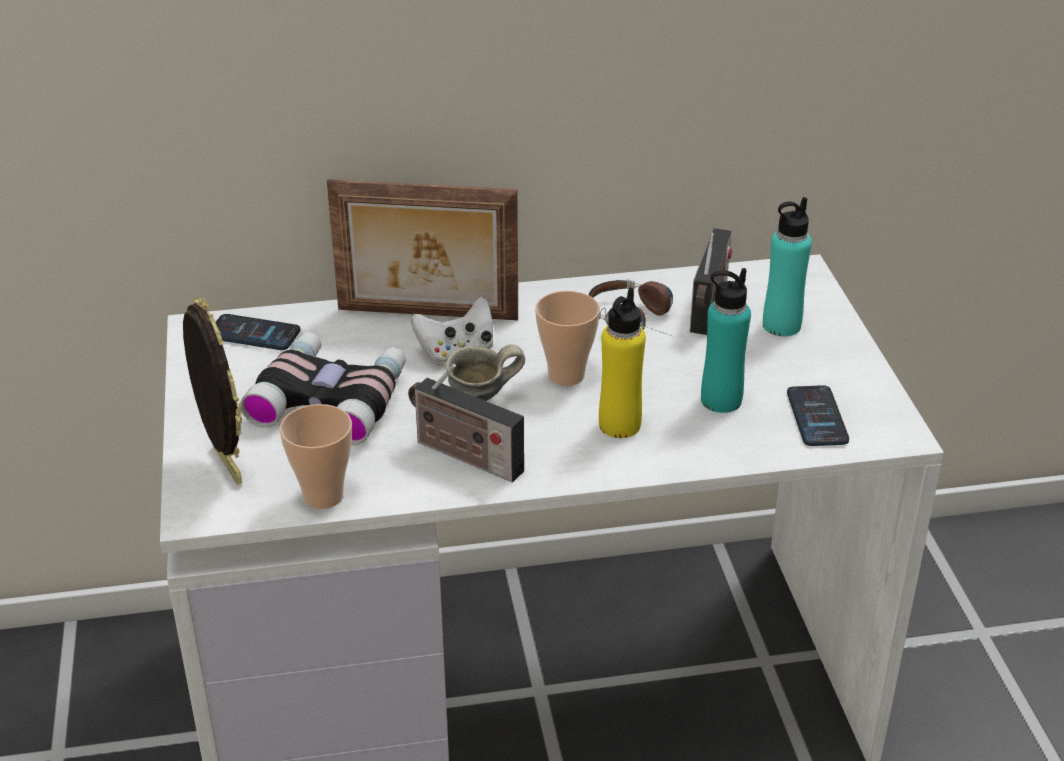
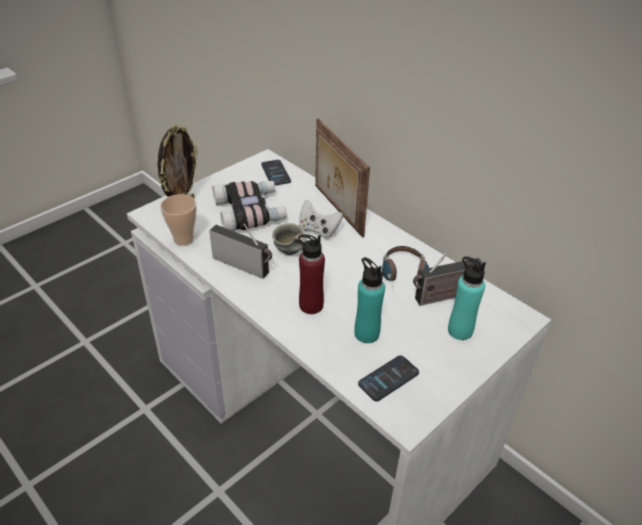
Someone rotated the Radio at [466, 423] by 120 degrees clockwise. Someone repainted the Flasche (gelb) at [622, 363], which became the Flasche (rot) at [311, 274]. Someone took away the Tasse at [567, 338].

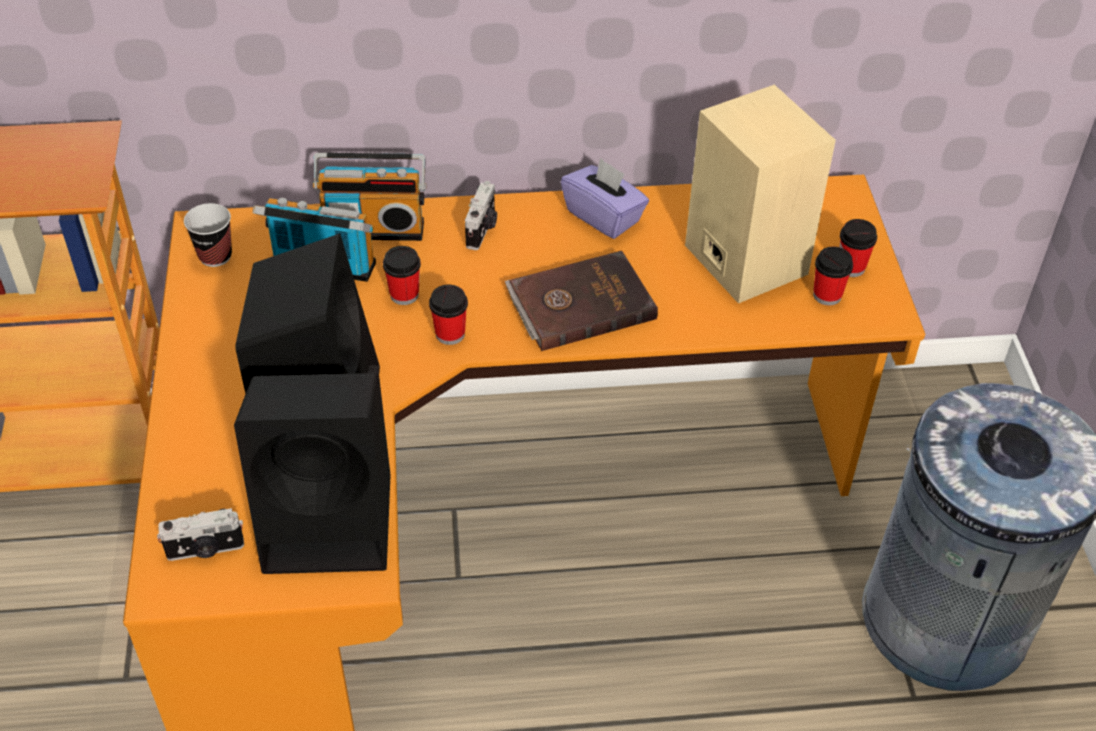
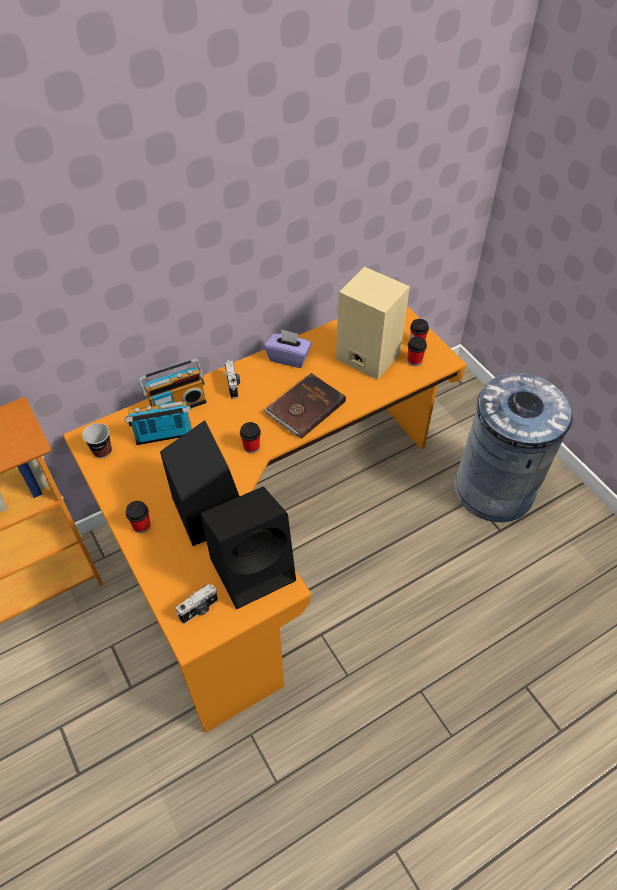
Someone carried the Tasse from [402, 275] to [138, 517].

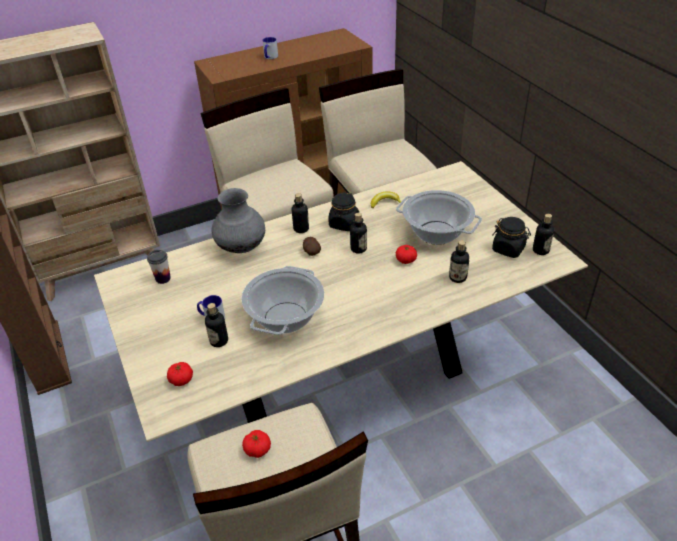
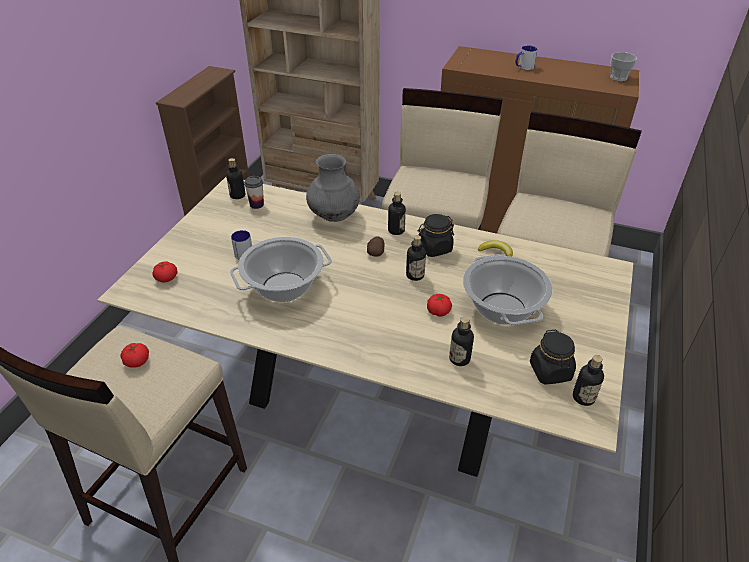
Someone carried the Flasche from [216, 325] to [235, 178]. Someone put down the Tasse at [623, 66].

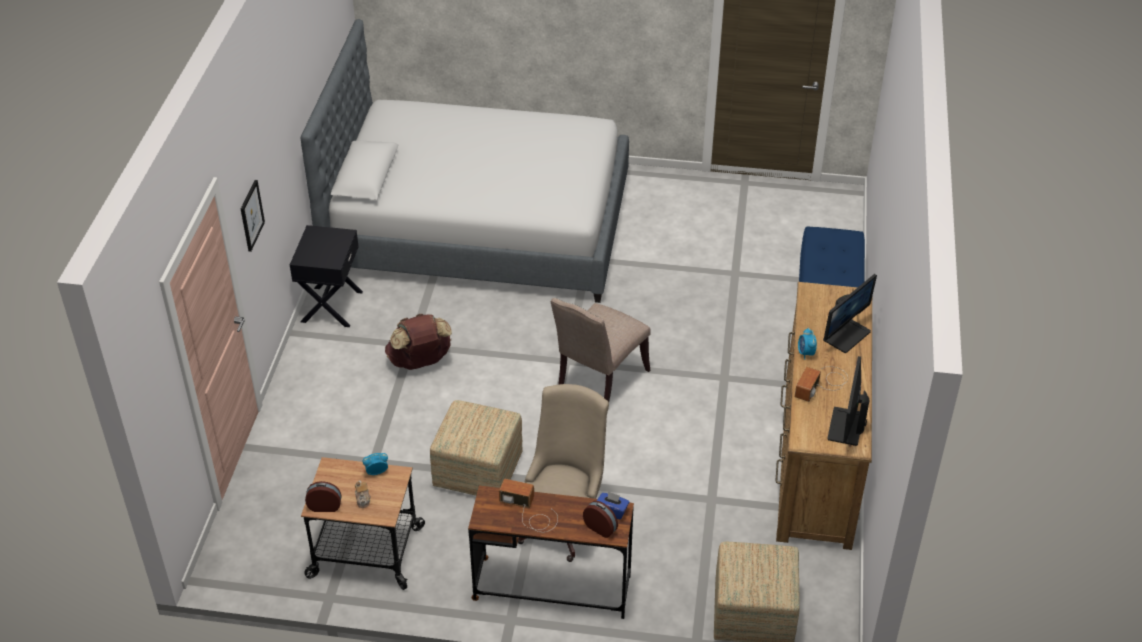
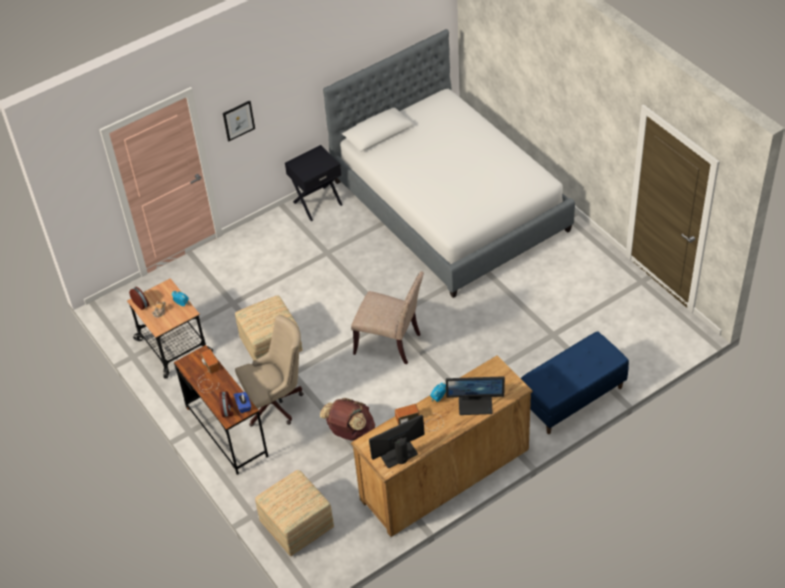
Someone carried the Rucksack (braun) from [418, 342] to [347, 419]. Someone rotated the Stuhl (beige) at [601, 350] by 150 degrees counterclockwise.

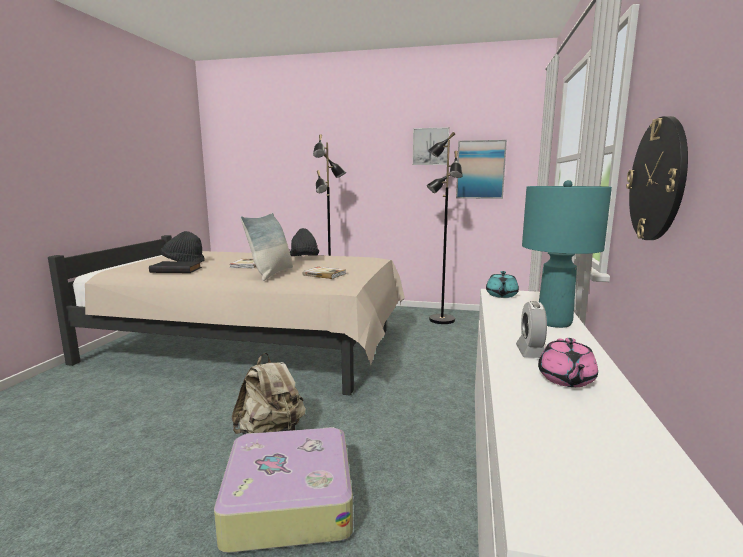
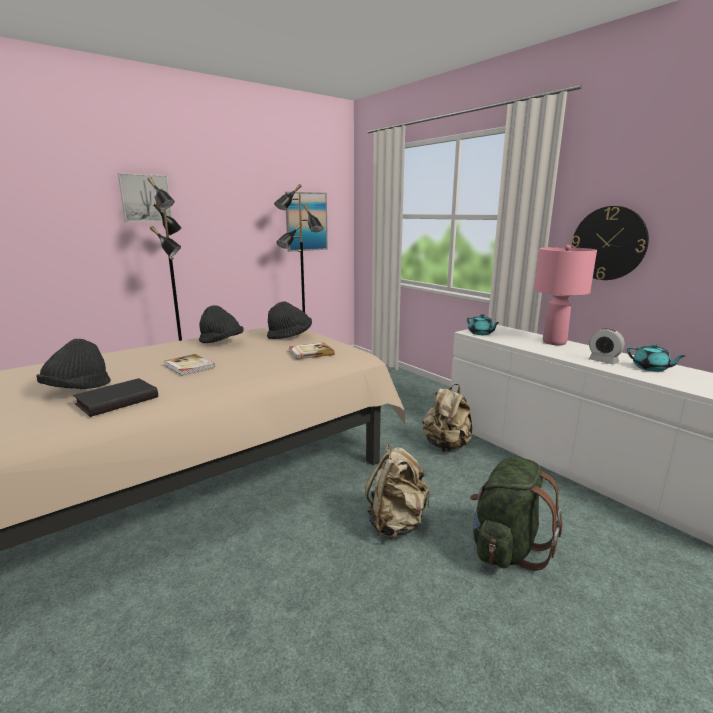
Someone carried the Bild from [430, 146] to [145, 197]. Someone put down the Hut (schwarz) at [289, 320]. Someone put down the Rucksack (beige) at [447, 418]. Someone swapped the Koffer at [283, 490] for the Rucksack (grün) at [516, 514]. Someone repainted the Tischlampe (türkis) at [567, 254], which became the Tischlampe (rosa) at [565, 295]. Someone repainted the Teekanne (rosa) at [568, 362], which became the Teekanne (türkis) at [656, 358]. Someone took away the Kissen at [266, 247].

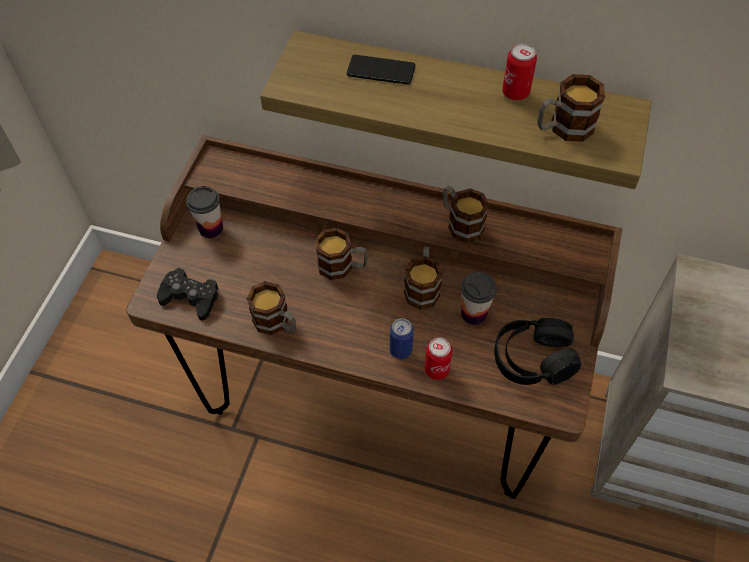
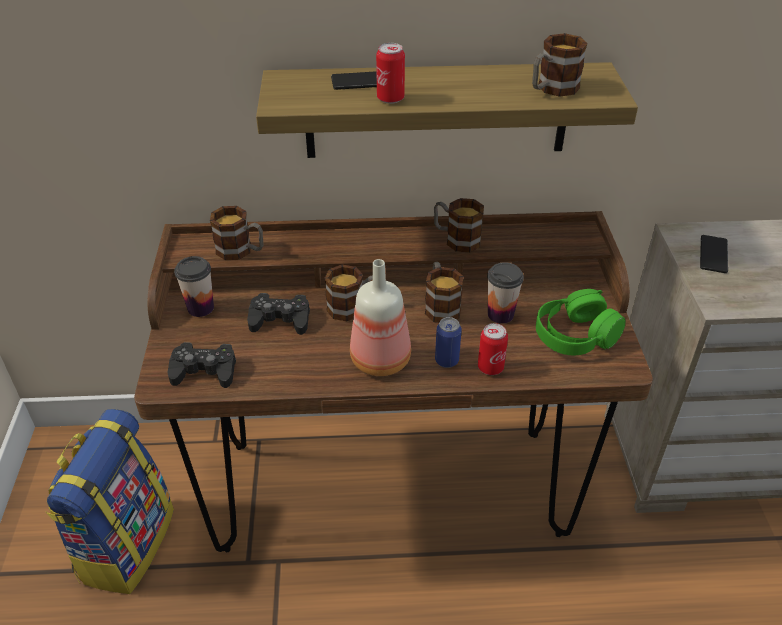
Someone put down the Rucksack at [110, 501]. Someone carried the Henkelbecher from [271, 308] to [236, 233]. Someone put down the Gamepad (schwarz) at [278, 314]. Someone put down the Flasche at [380, 317]. Someone carried the Dose from [519, 72] to [390, 73]. Someone repainted the Kopfhörer (schwarz) at [537, 351], which became the Kopfhörer (grün) at [580, 322]. Someone put down the Handy at [714, 254].

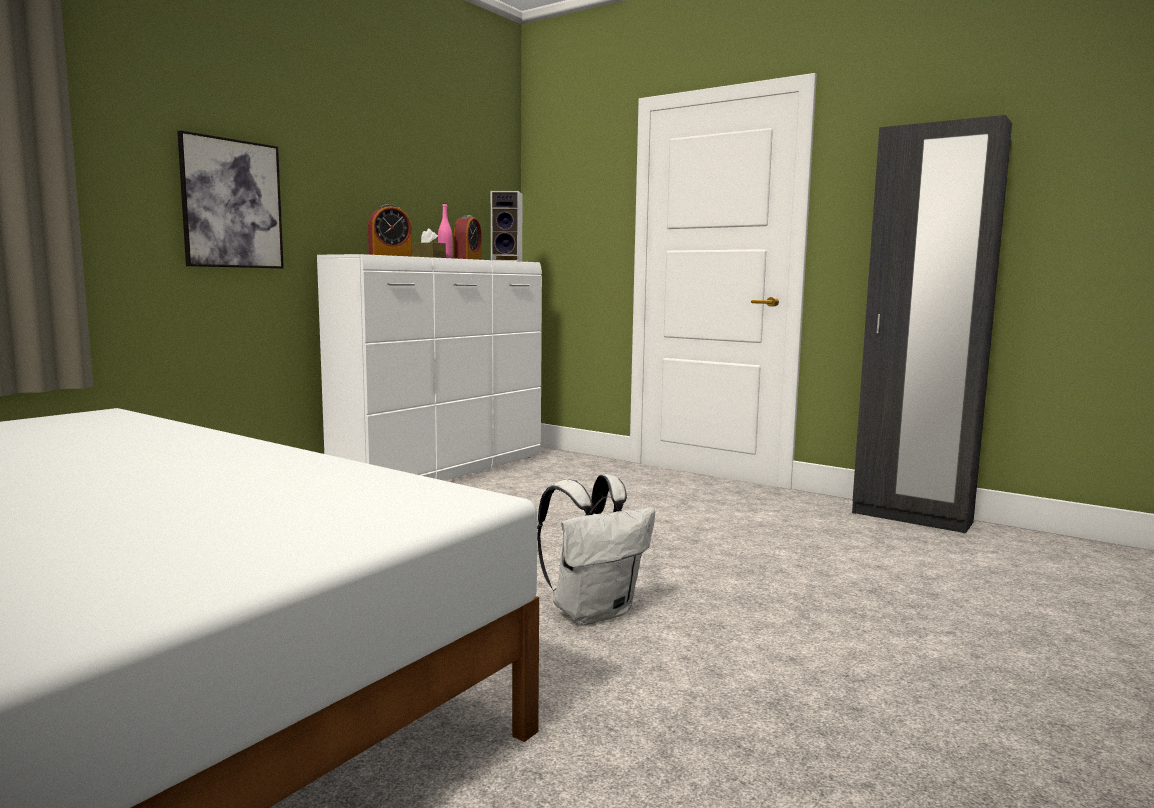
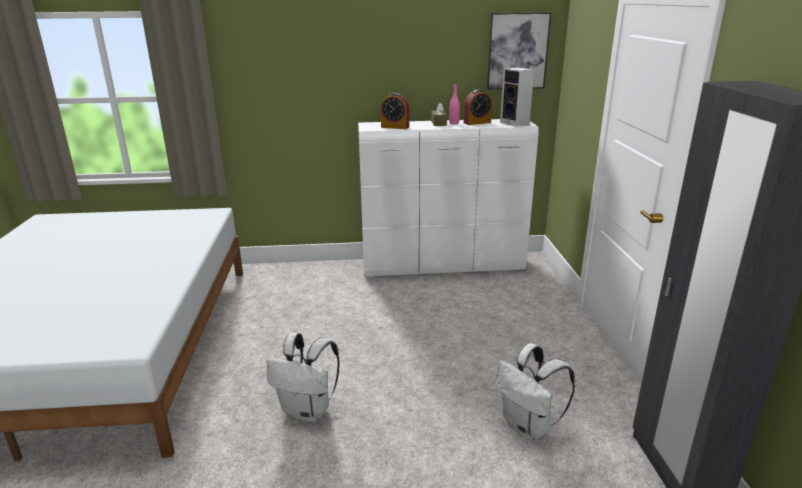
Someone carried the Bild from [230, 199] to [519, 50]. Someone put down the Rucksack (weiß) at [535, 391].

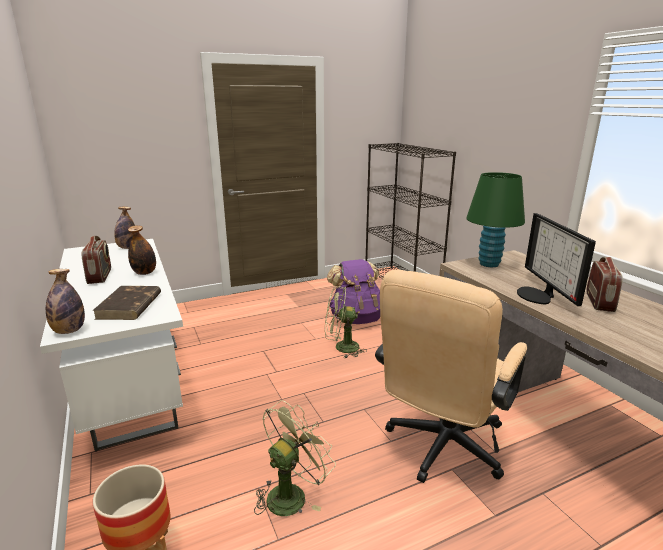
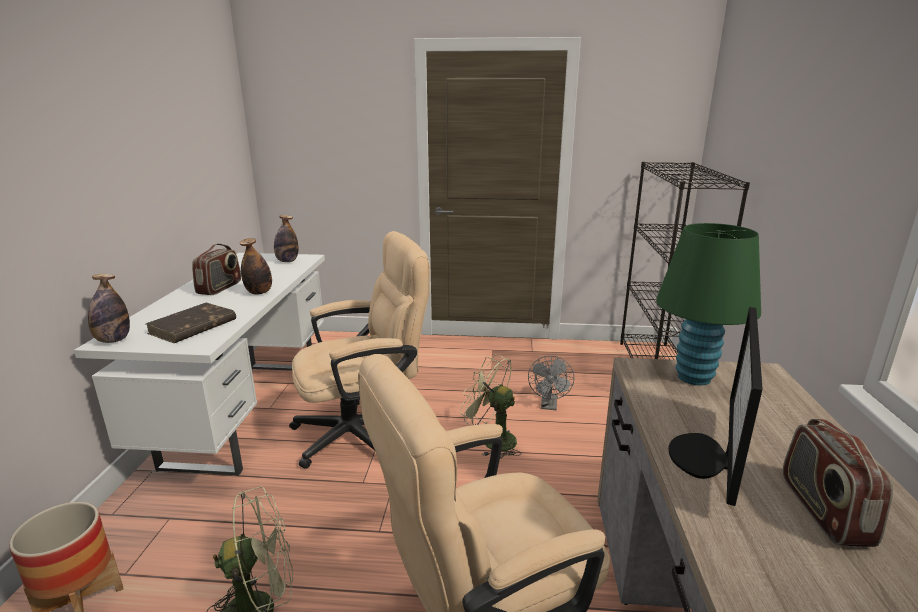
Someone put down the Bürostuhl (beige) at [359, 349]. Someone swapped the Rucksack (lila) at [353, 291] for the Ventilator (grau) at [551, 383]. Someone rotated the Radio at [604, 284] by 135 degrees clockwise.

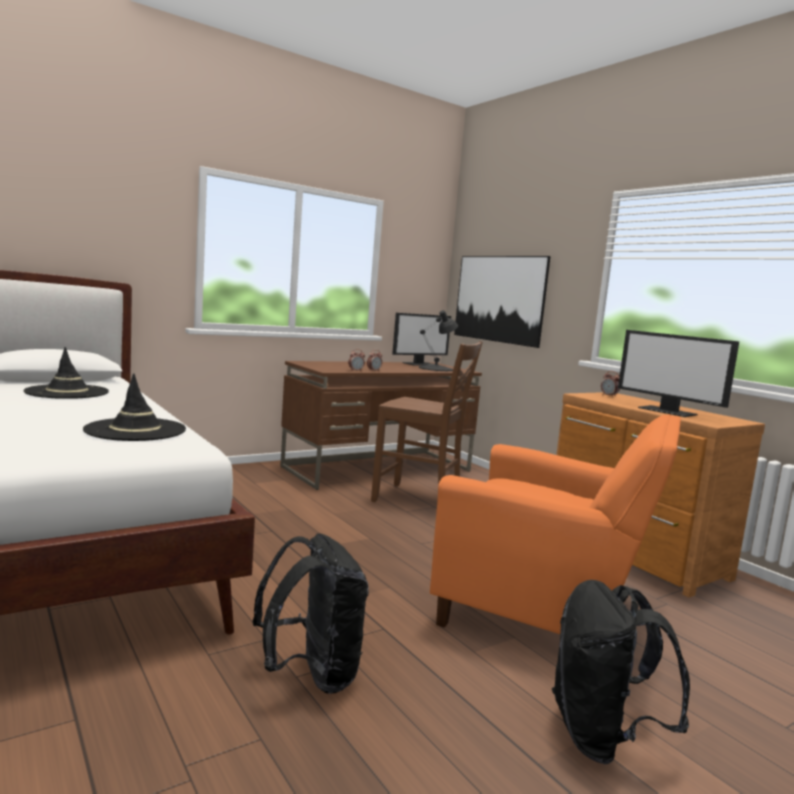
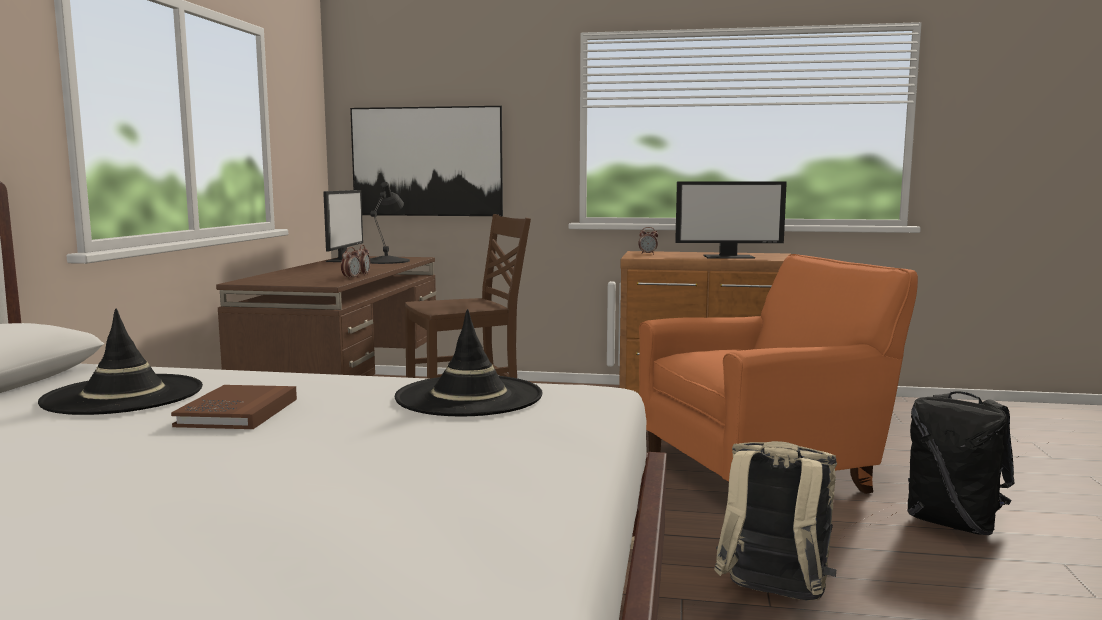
Someone put down the Buch (braun) at [234, 407]. Someone repainted the Rucksack (schwarz) at [311, 613], which became the Rucksack (beige) at [775, 521].

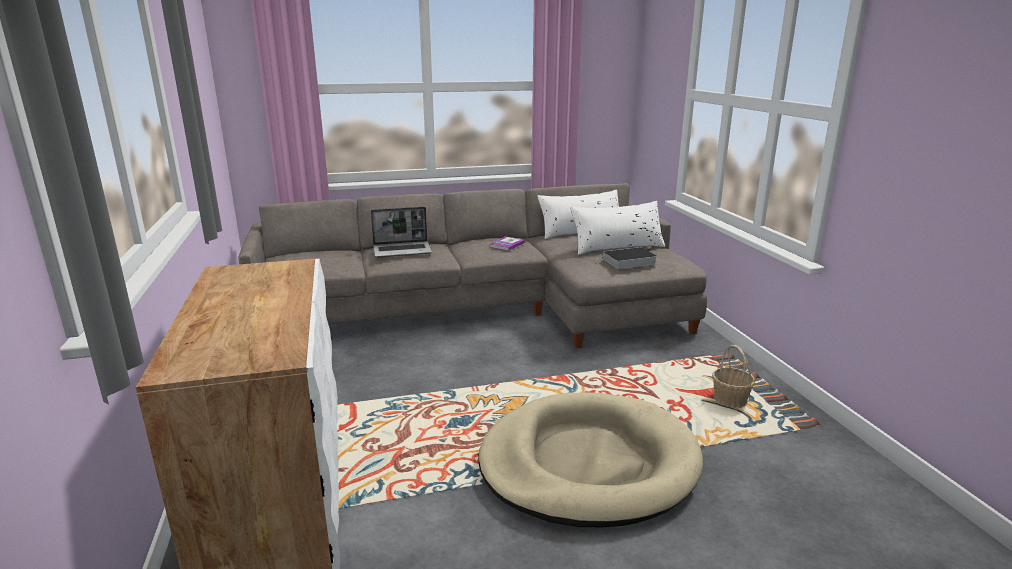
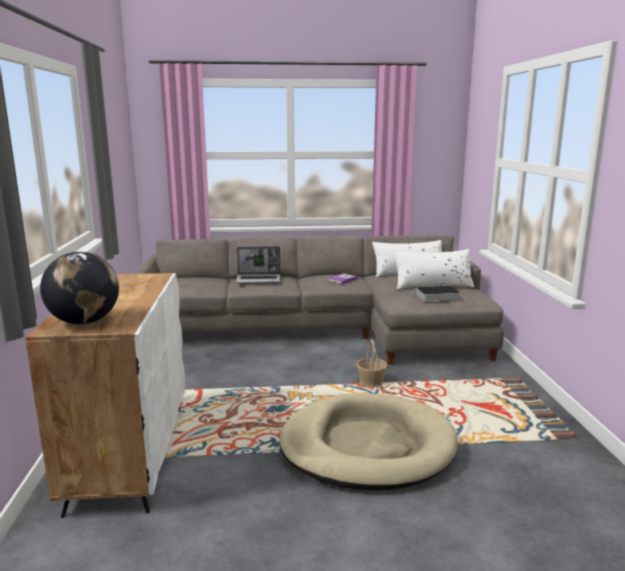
Someone put down the Globus at [79, 288]. Someone carried the Korb from [733, 376] to [372, 363].

